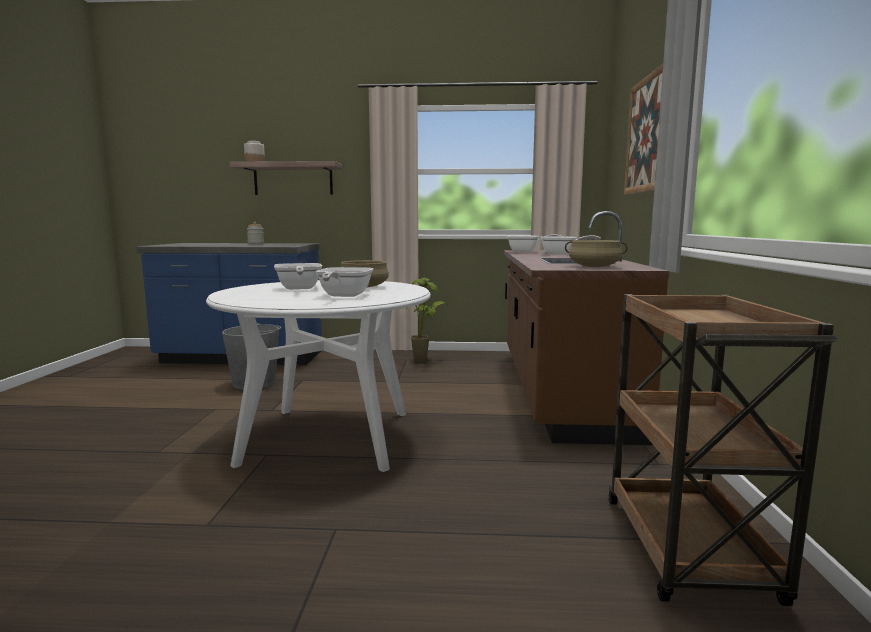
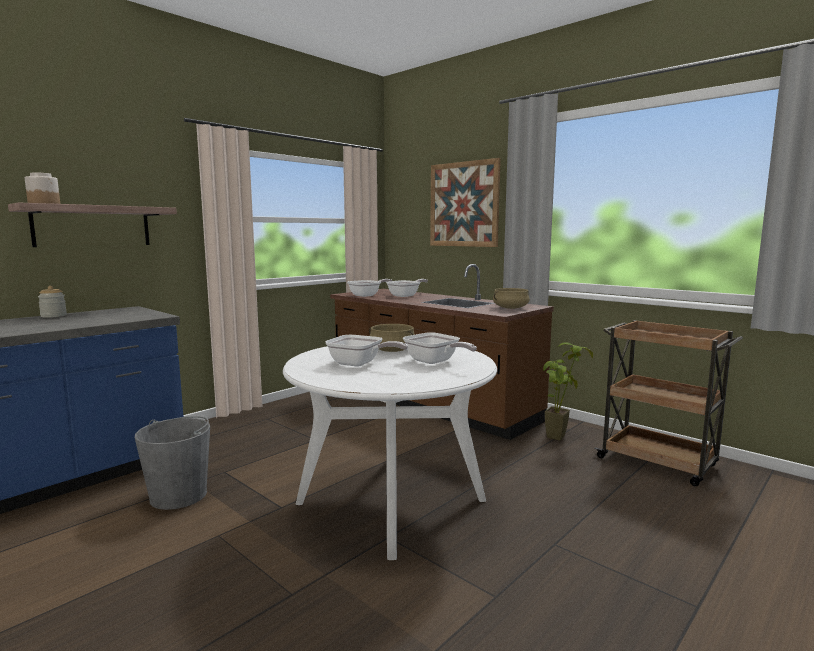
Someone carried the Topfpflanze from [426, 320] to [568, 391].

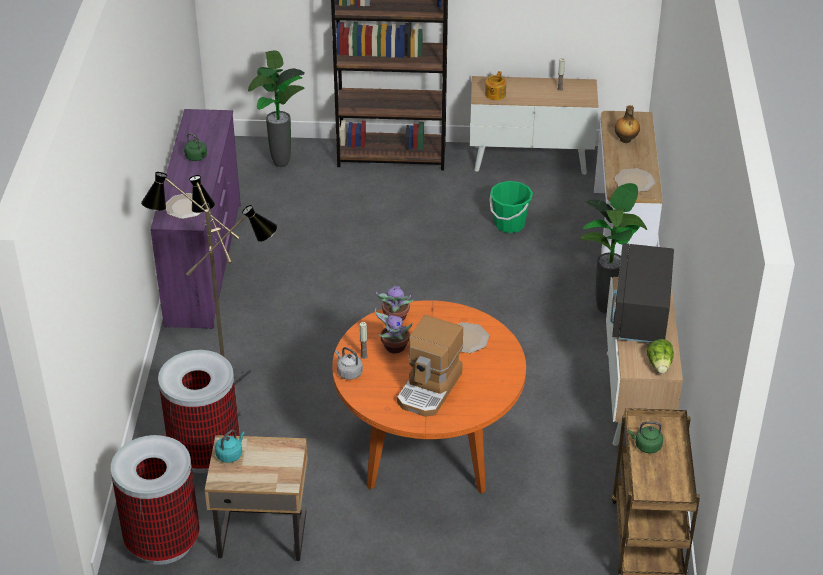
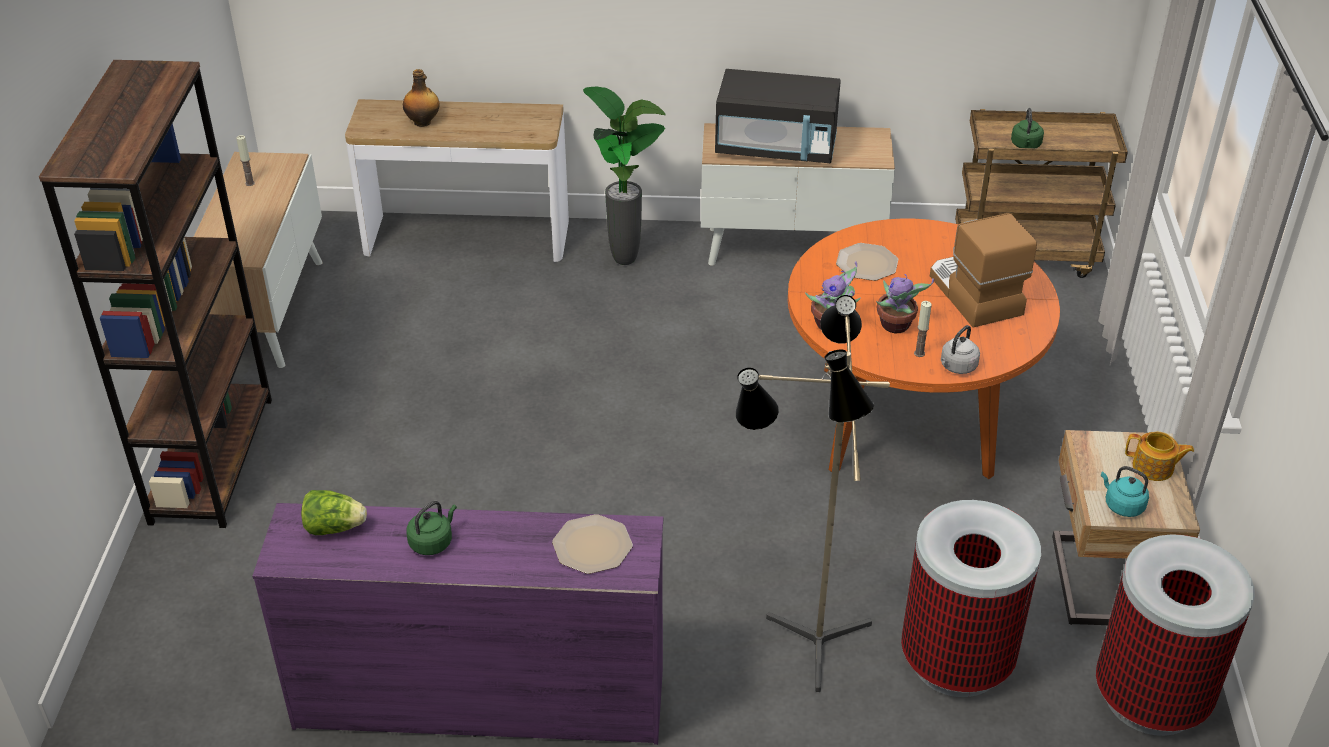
Someone carried the Salatkopf from [660, 356] to [334, 512]. Someone rotated the Kaffeemaschine at [430, 366] by 135 degrees counterclockwise. Someone carried the Teekanne from [495, 85] to [1159, 456]. Someone took away the Topfpflanze at [276, 108]. Someone took away the Eimer (grün) at [511, 207]. Someone took away the Teller at [635, 180].

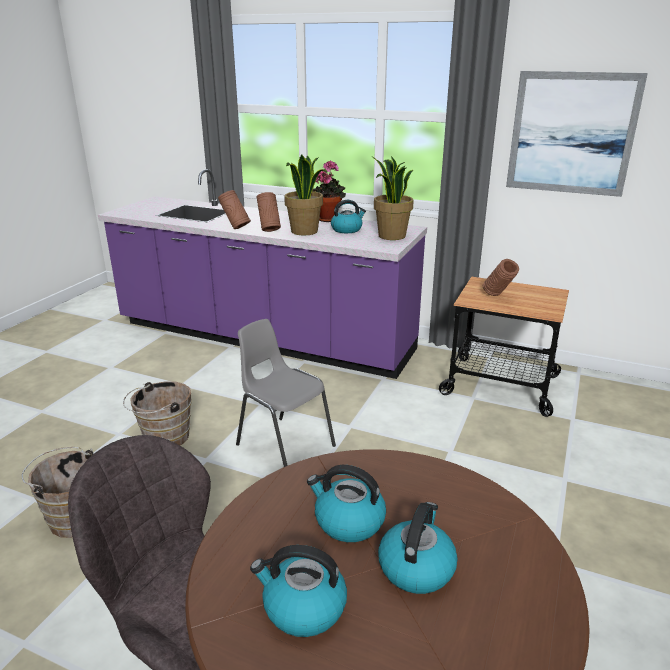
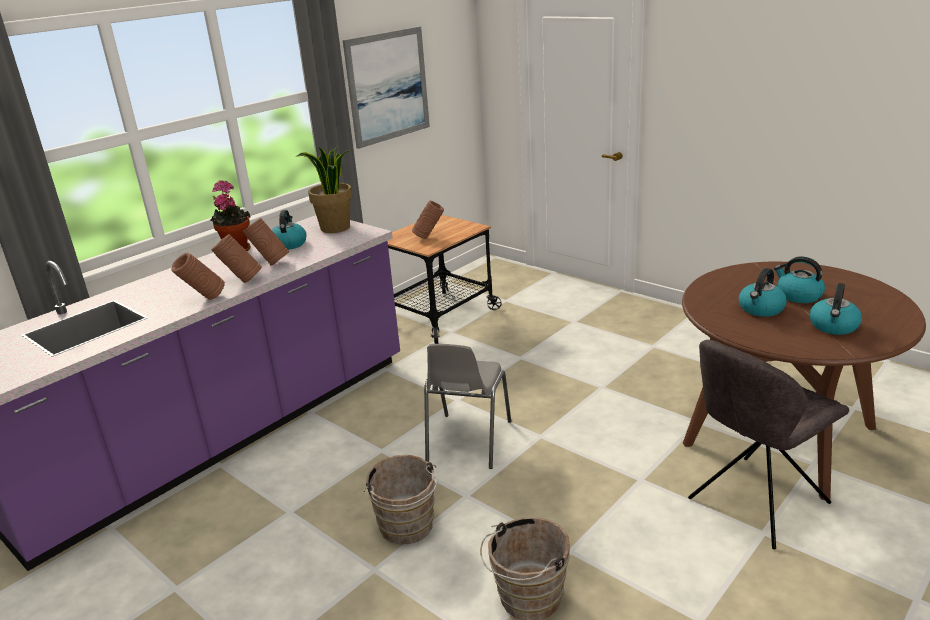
Someone swapped the Topfpflanze at [305, 195] for the Vase (braun) at [266, 241]. Someone rotated the Stuhl (grau) at [286, 393] by 45 degrees counterclockwise.

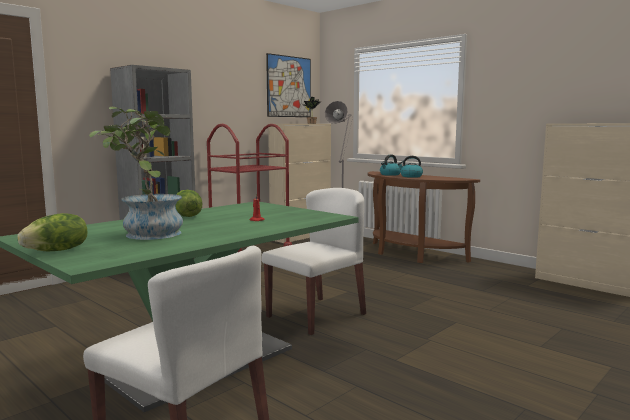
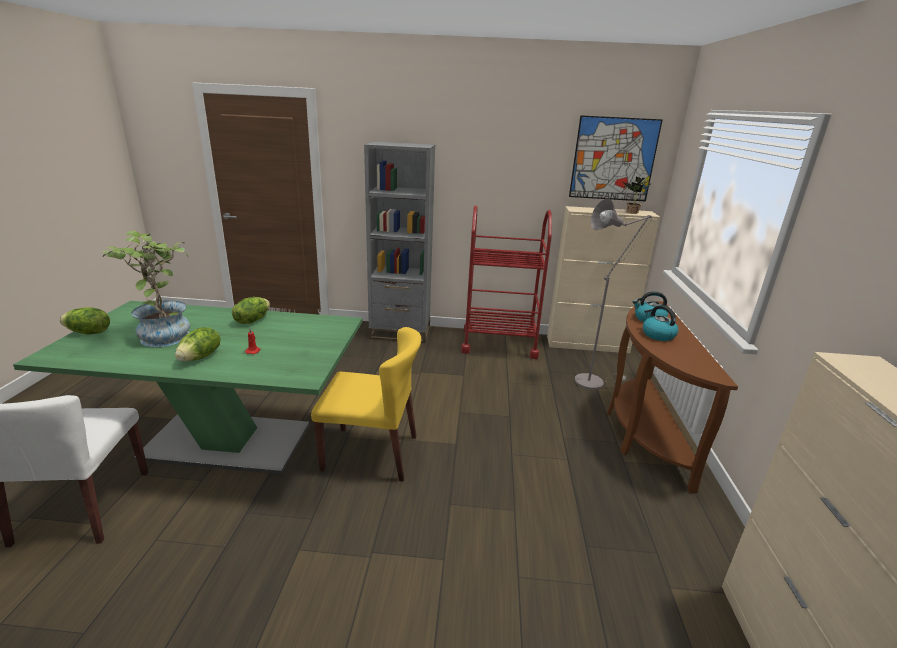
Someone put down the Salatkopf at [198, 344]. Someone repainted the Stuhl (weiß) at [314, 261], which became the Stuhl (gelb) at [366, 404].

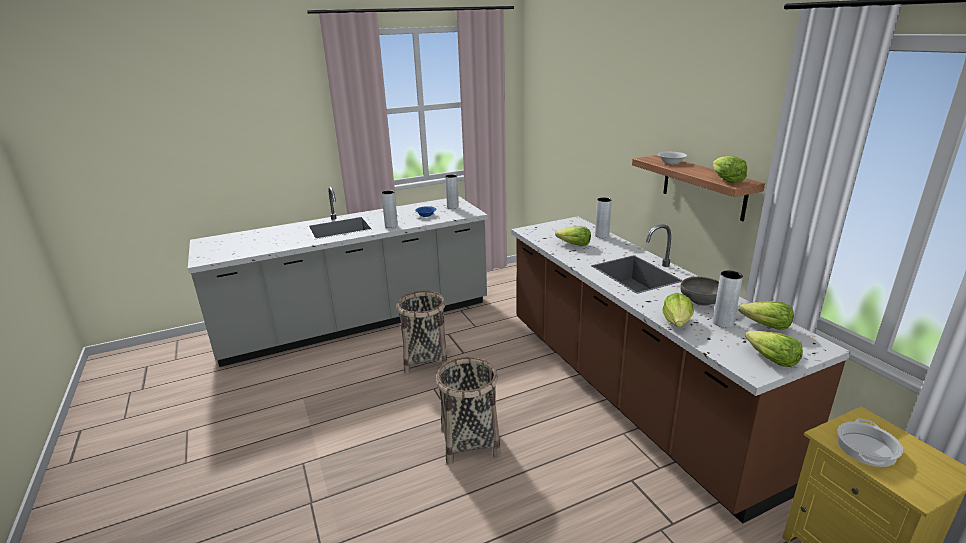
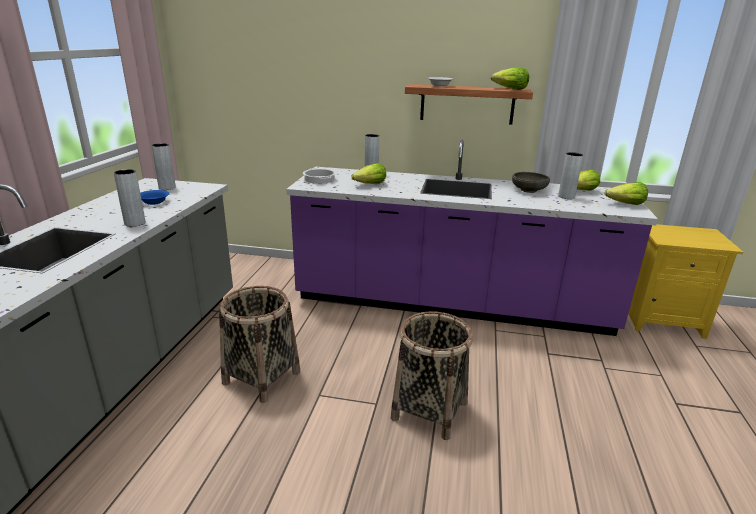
Someone repainted the Küchenzeile (braun) at [681, 370], which became the Küchenzeile (lila) at [472, 238]. Someone carried the Kochtopf from [870, 443] to [319, 176]. Someone took away the Salatkopf at [678, 310].

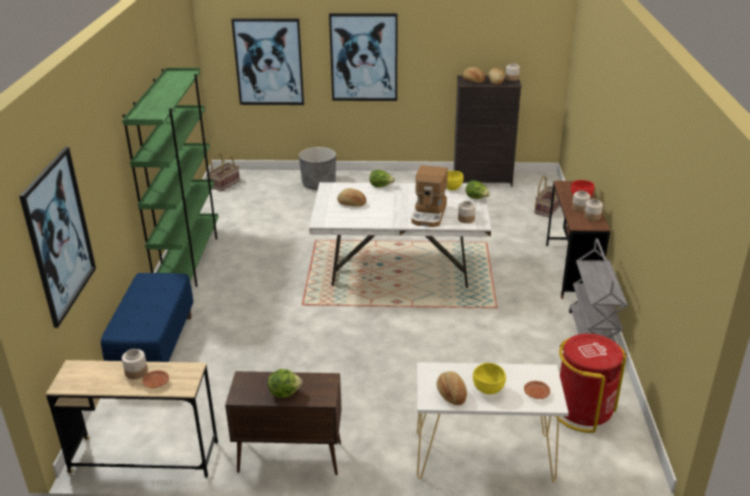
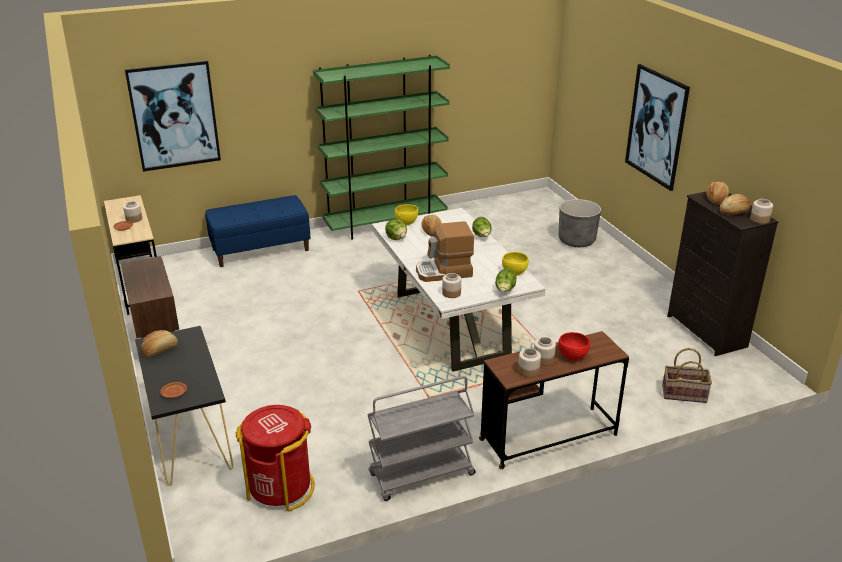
Someone repainted the Konsolentisch (weiß) at [493, 422], which became the Konsolentisch (schwarz) at [184, 406]. Someone carried the Salatkopf from [285, 383] to [396, 230]. Someone carried the Schüssel (gelb) from [489, 378] to [406, 214]. Someone took away the Korb at [224, 172]. Someone took away the Bild at [267, 61].

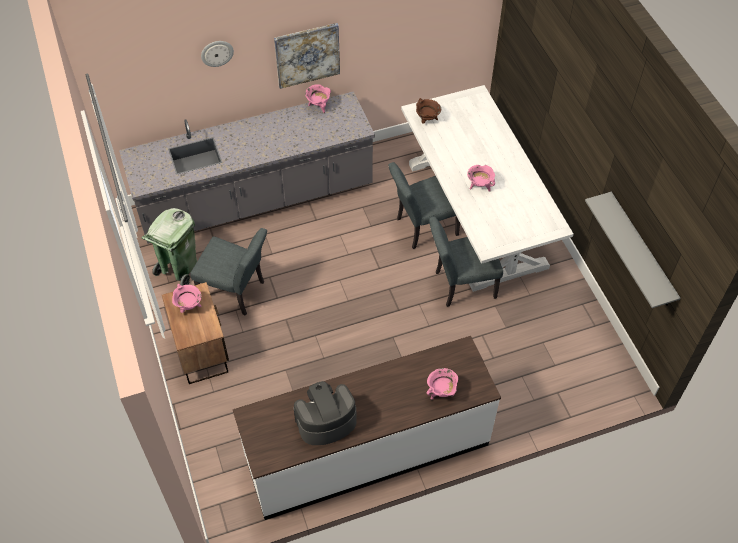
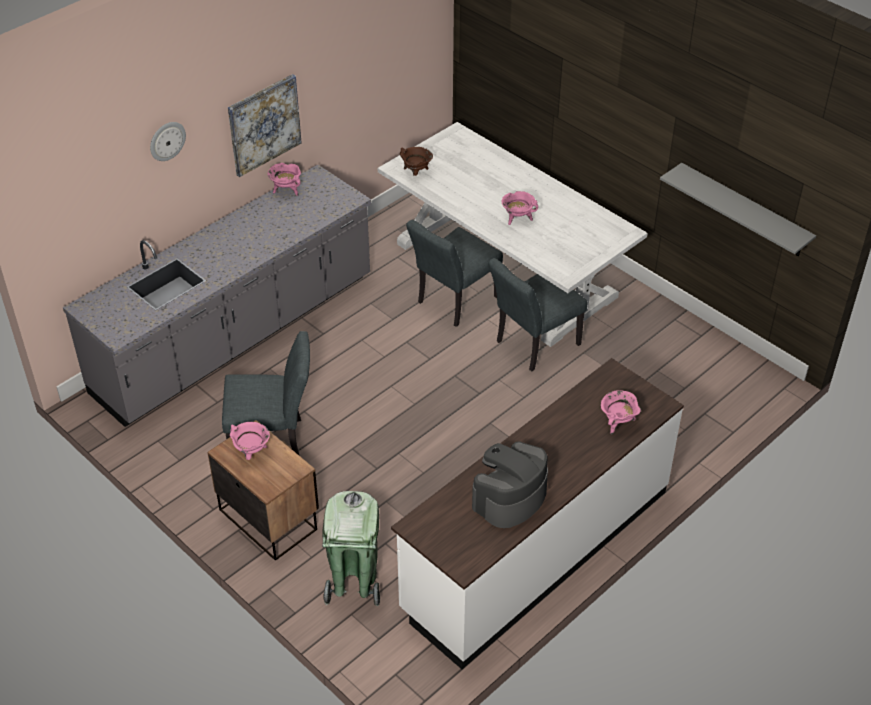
Someone carried the Mülleimer (grün) from [169, 247] to [351, 548].

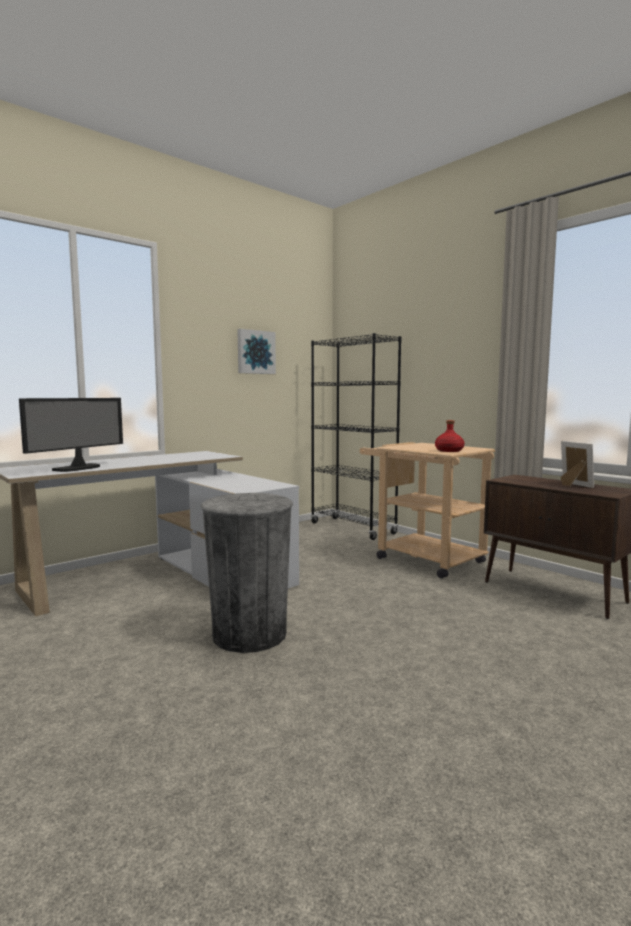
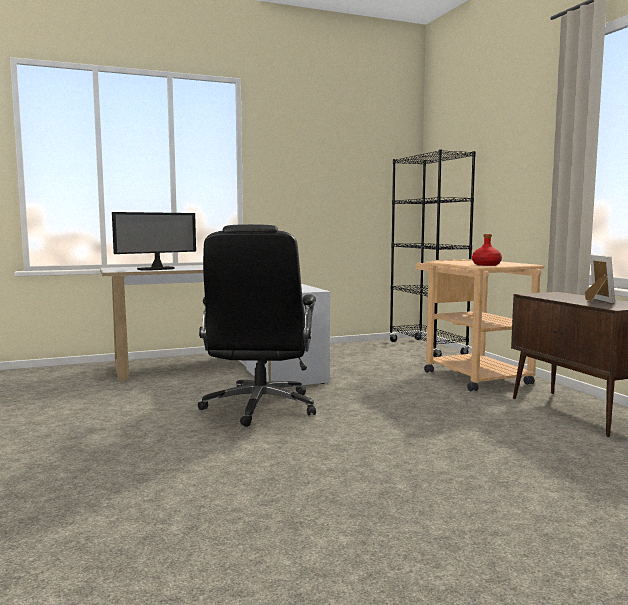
Someone swapped the Mülleimer (grau) at [247, 573] for the Bürostuhl (schwarz) at [257, 325]. Someone took away the Bild at [256, 351].

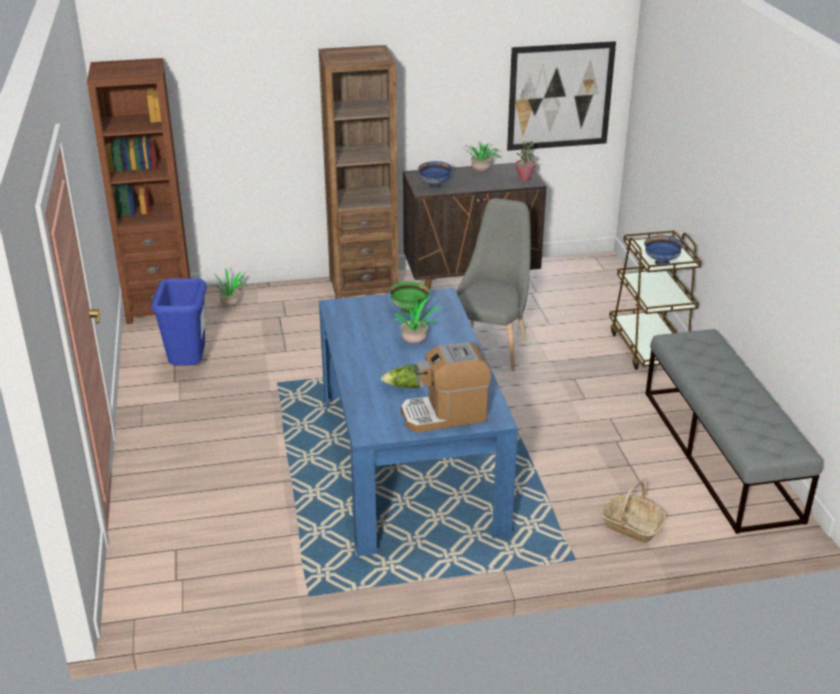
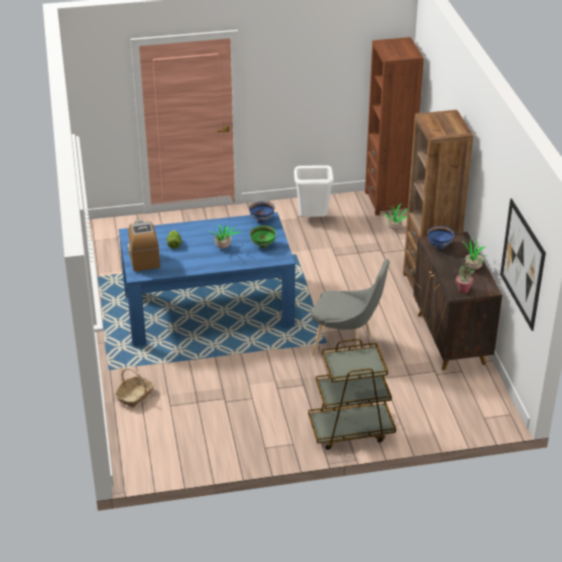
Someone carried the Schüssel (blau) from [663, 250] to [262, 212]. Someone repainted the Mülleimer (blau) at [179, 322], which became the Mülleimer (weiß) at [314, 191]. Someone took away the Bank (grau) at [734, 431].

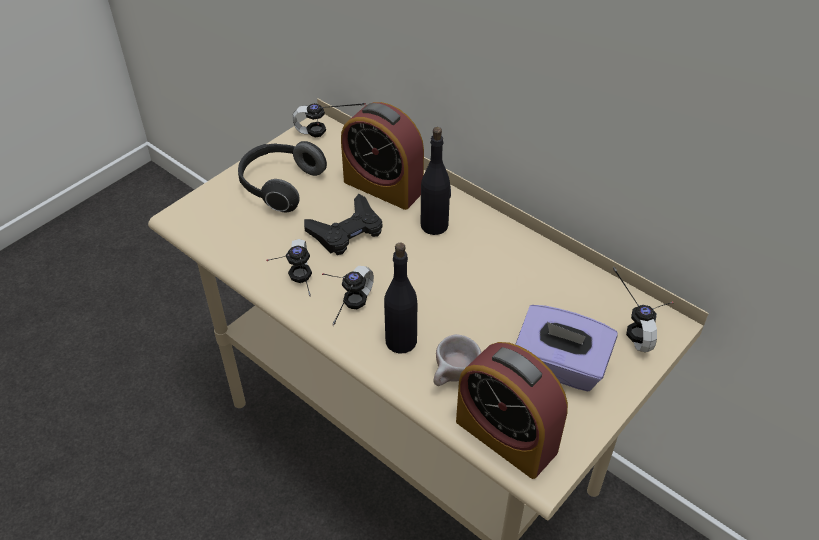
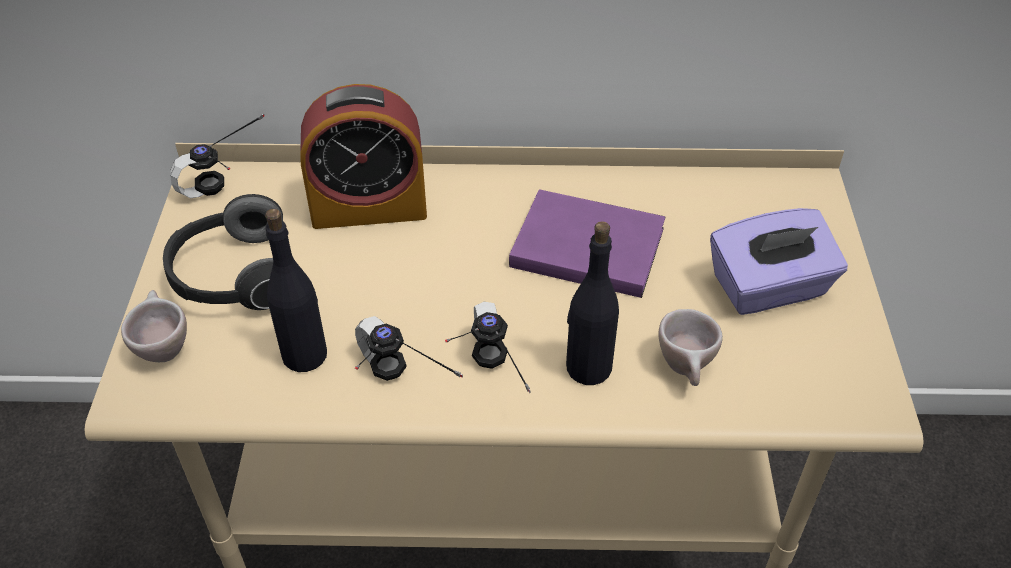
Someone put down the Tasse (beige) at [154, 326]. Someone carried the Flasche (schwarz) from [436, 181] to [296, 290]. Someone put down the Buch (lila) at [587, 243]. Someone took away the Gamepad (schwarz) at [343, 224]. Someone took away the Wecker at [512, 410]. Someone took away the Kopfhörer at [643, 309].

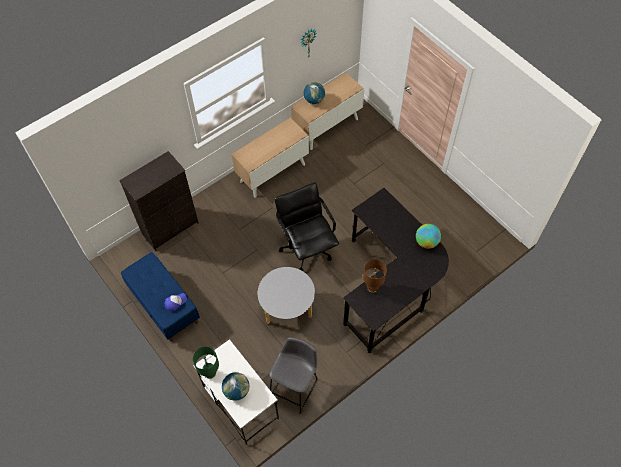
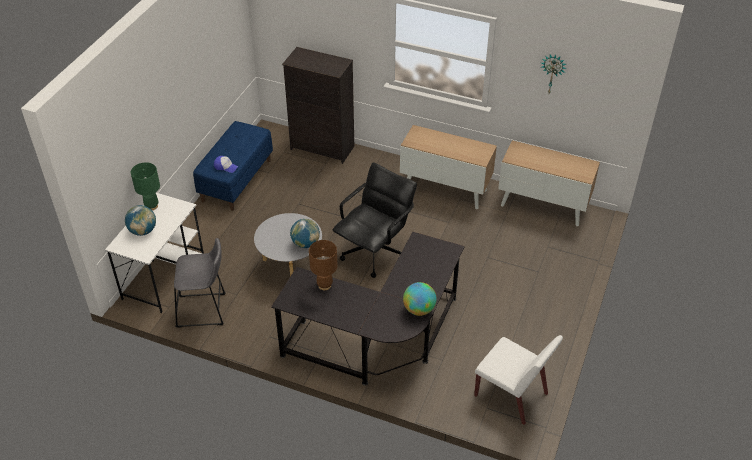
Someone carried the Globus from [314, 93] to [305, 233]. Someone put down the Stuhl (weiß) at [518, 380].

